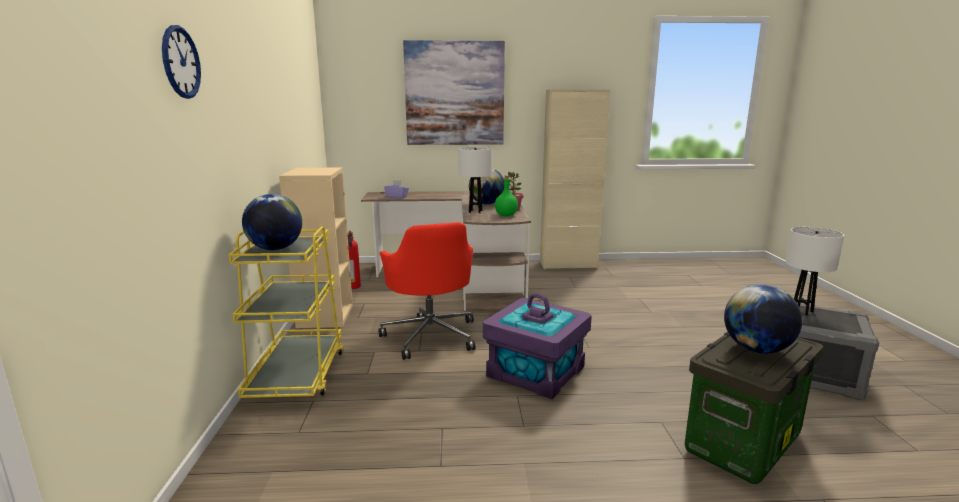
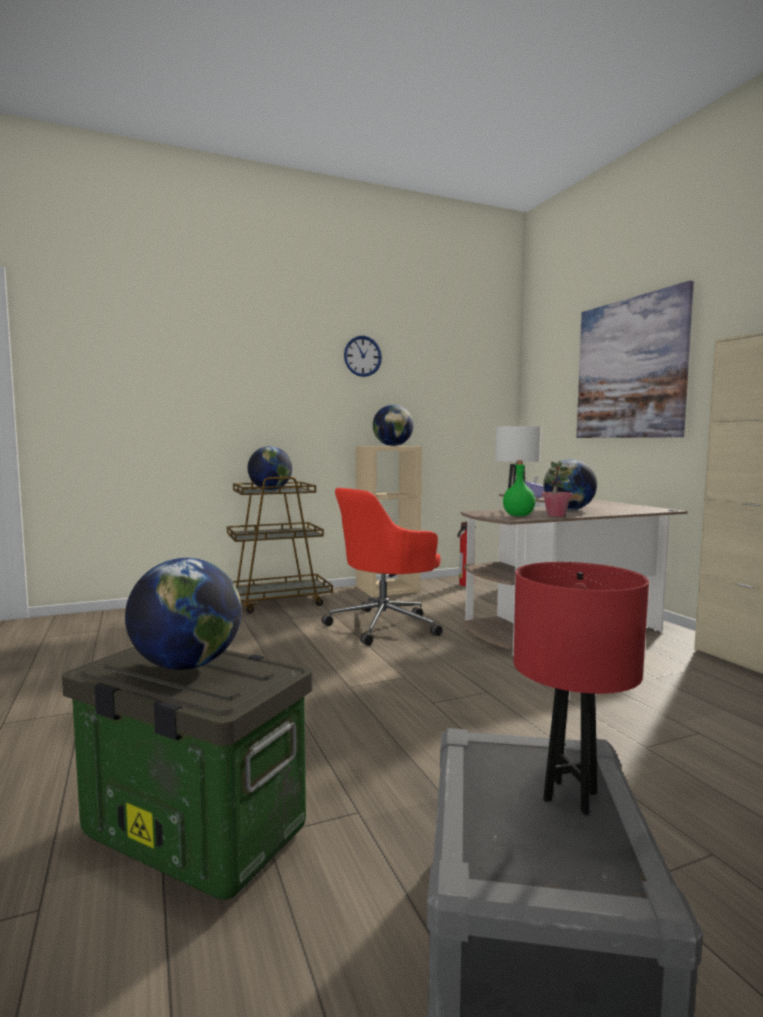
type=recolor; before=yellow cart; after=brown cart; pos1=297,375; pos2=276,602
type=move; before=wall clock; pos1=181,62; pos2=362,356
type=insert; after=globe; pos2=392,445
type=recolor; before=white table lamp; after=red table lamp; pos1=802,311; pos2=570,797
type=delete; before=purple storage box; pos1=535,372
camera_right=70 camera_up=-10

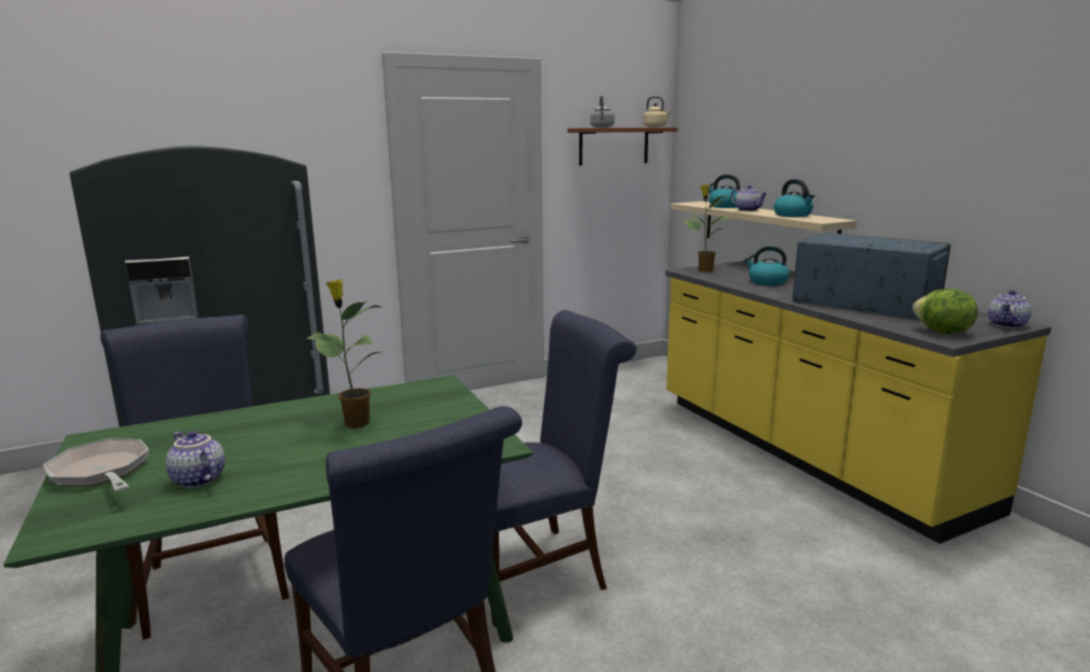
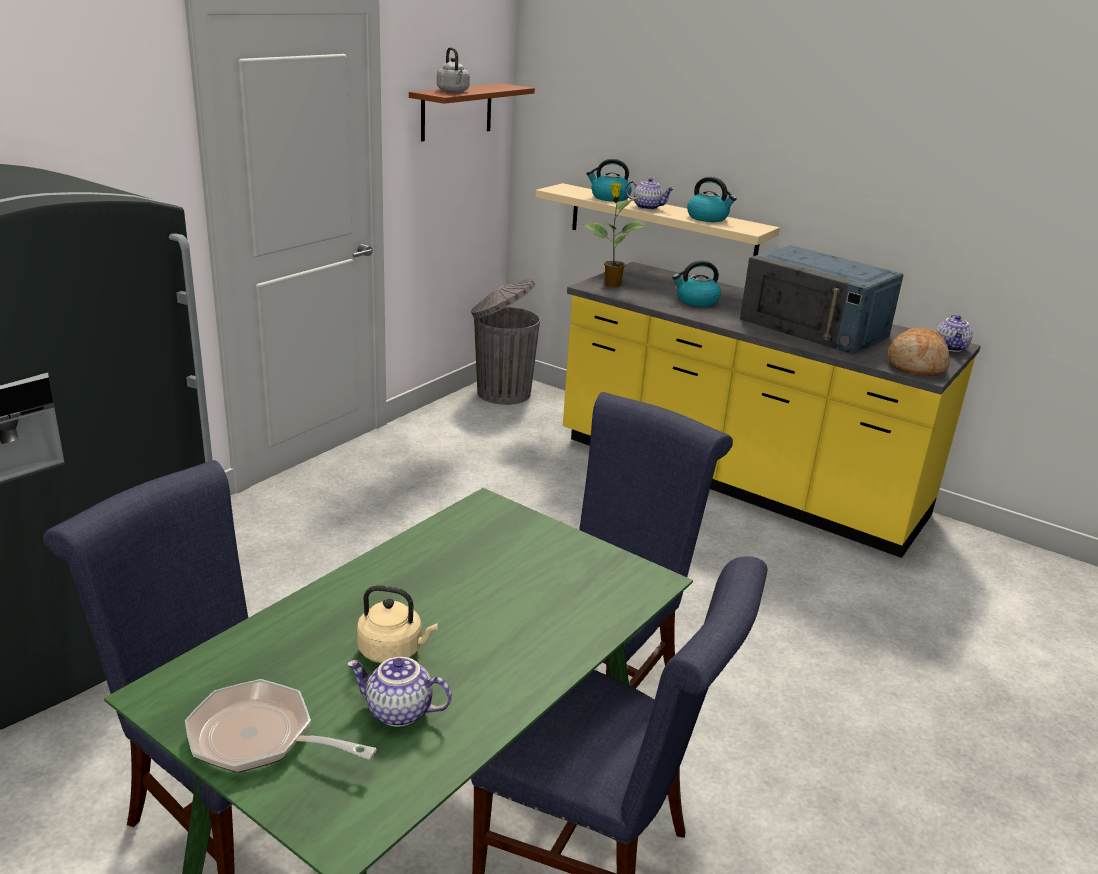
type=move; before=beige kettle; pos1=656,127; pos2=393,651
type=insert; after=grey trash can; pos2=501,393
type=rotate; before=blue microwave; pos1=864,303; pos2=815,327; turn=-150
type=replace; before=lettuce; after=bread; pos1=942,332; pos2=915,365
type=delete; before=potted plant; pos1=355,423
camera_right=-30 camera_up=10

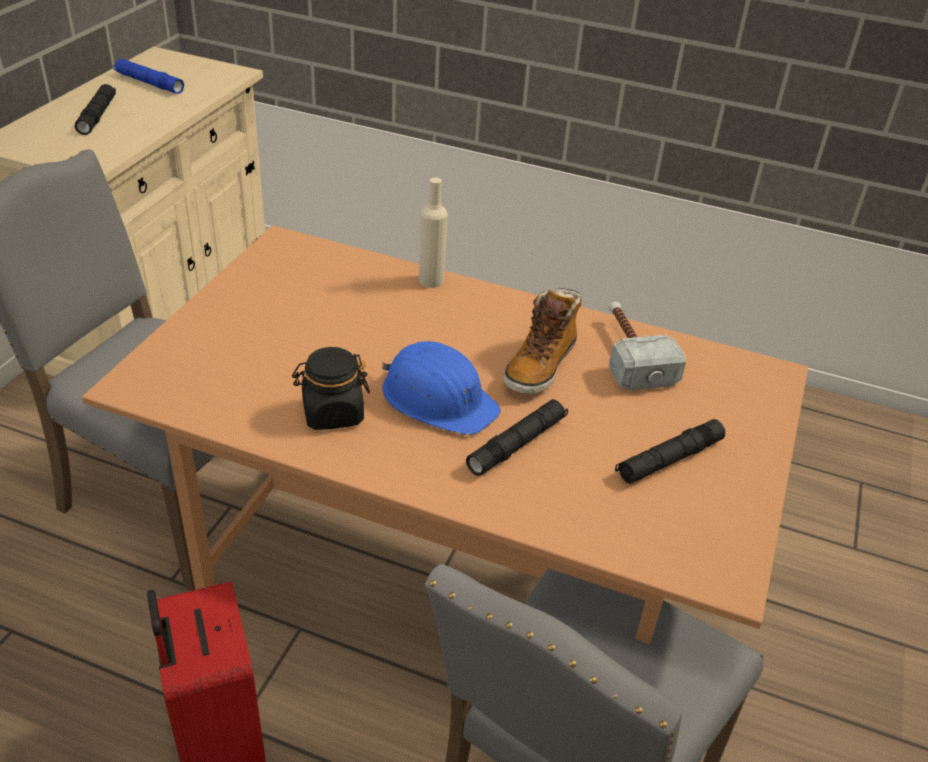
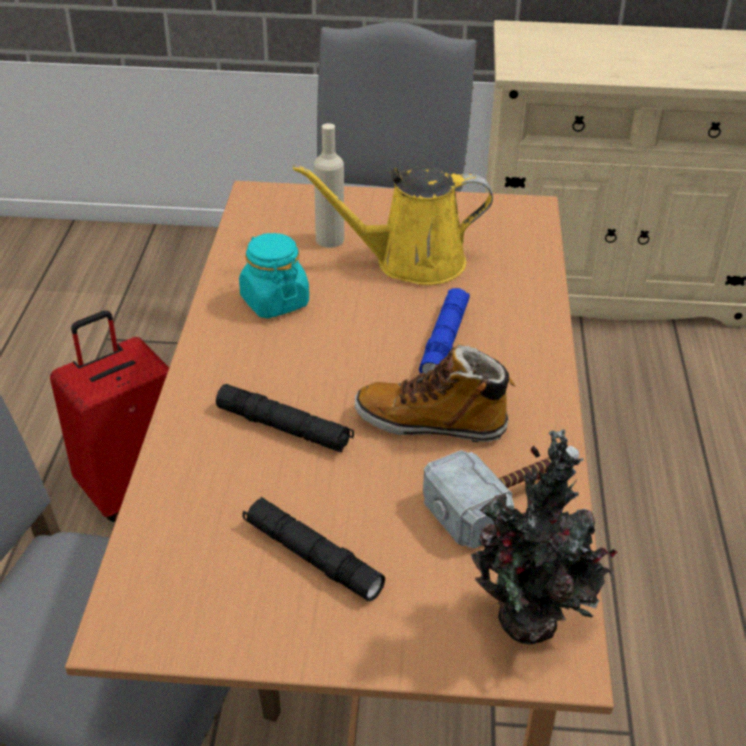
type=recolor; before=black jar; after=turquoise jar; pos1=332,413; pos2=274,301
type=insert; after=yellow watering can; pos2=411,262
type=move; before=beige bottle; pos1=431,280; pos2=329,240
type=move; before=blue flashlight; pos1=149,83; pos2=444,341
type=insert; after=potted plant; pos2=529,627
type=delete; before=black flashlight; pos1=97,116
type=delete; before=blue hard hat; pos1=438,398
camera_right=75 camera_up=0

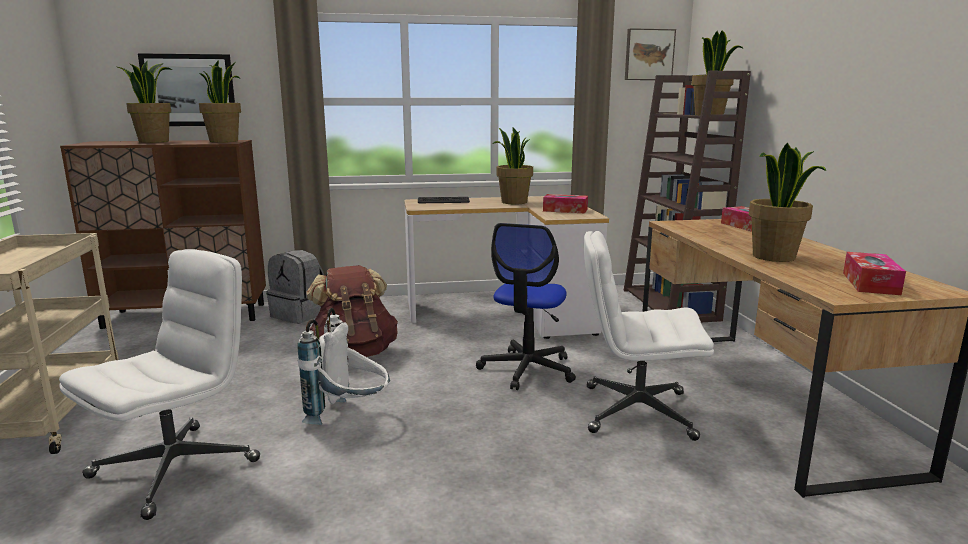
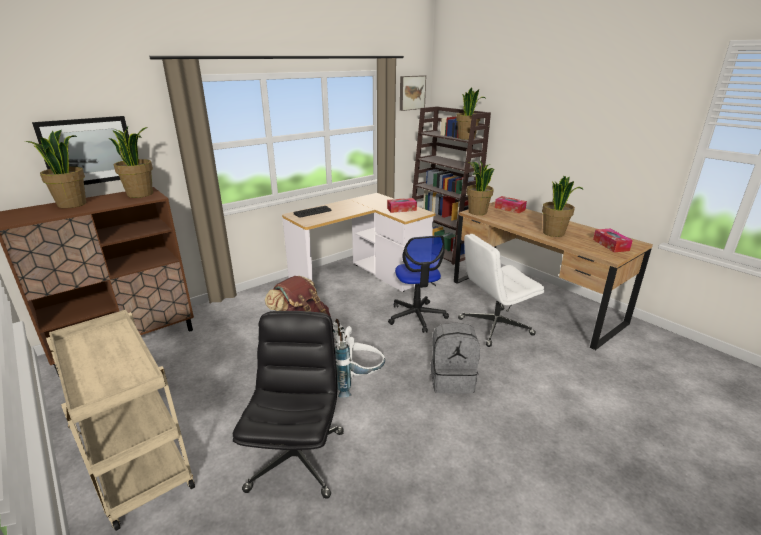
type=recolor; before=white office chair; after=black office chair; pos1=176,468; pos2=297,459
type=move; before=grey backpack; pos1=300,315; pos2=452,380
type=move; before=potted plant; pos1=513,202; pos2=477,212
camera_right=-30 camera_up=10

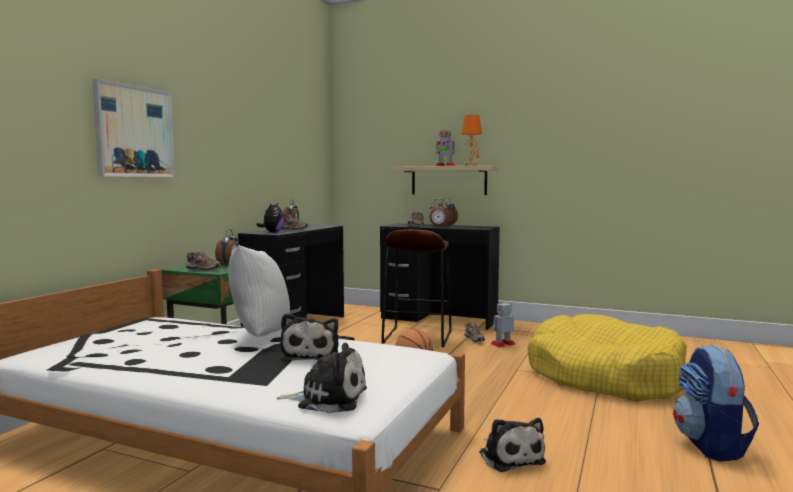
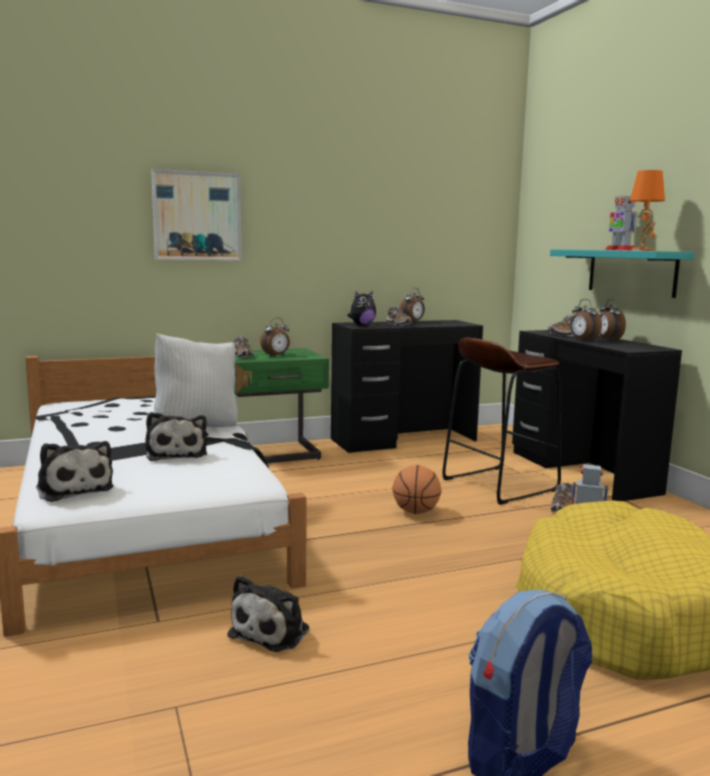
type=rotate; before=plush toy; pos1=311,354; pos2=176,453; turn=-60
type=recolor; before=beige shelf; after=turquoise shelf; pos1=448,180; pos2=631,272
camera_right=45 camera_up=5

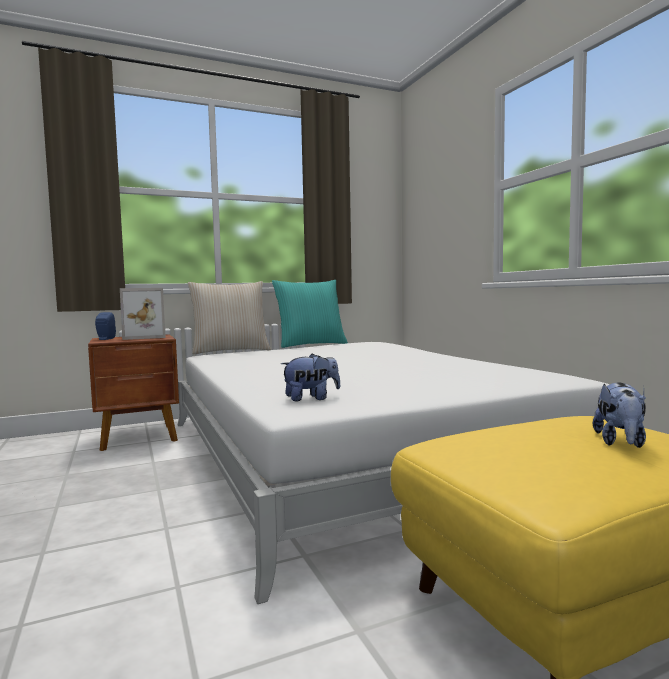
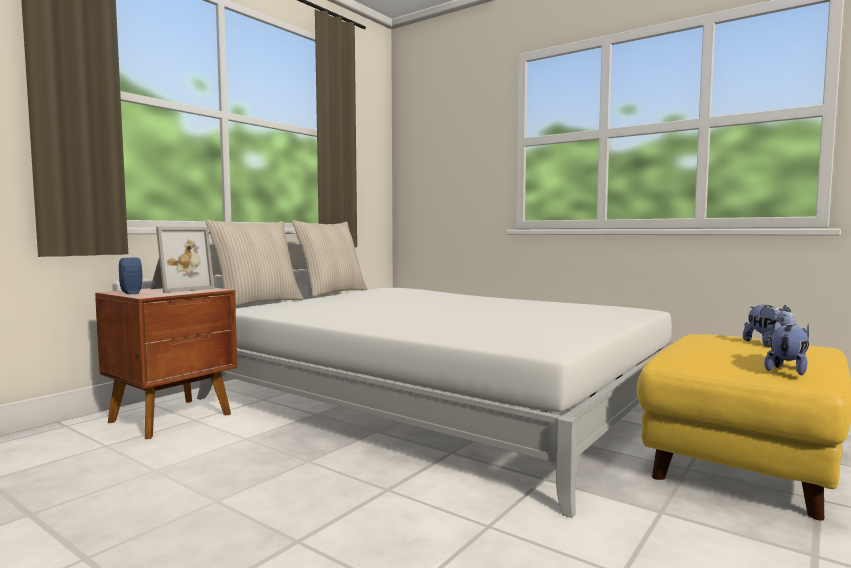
type=recolor; before=turquoise pillow; after=beige pillow; pos1=310,345; pos2=331,293
type=move; before=plush toy; pos1=311,398; pos2=788,370
camera_right=-30 camera_up=0

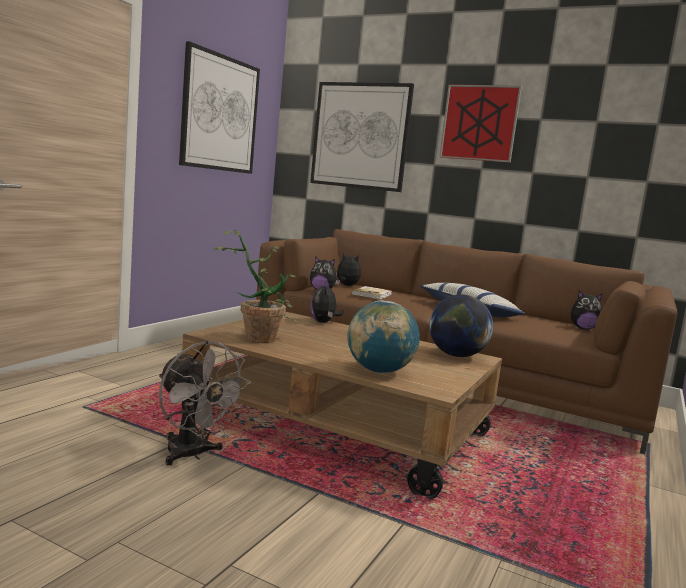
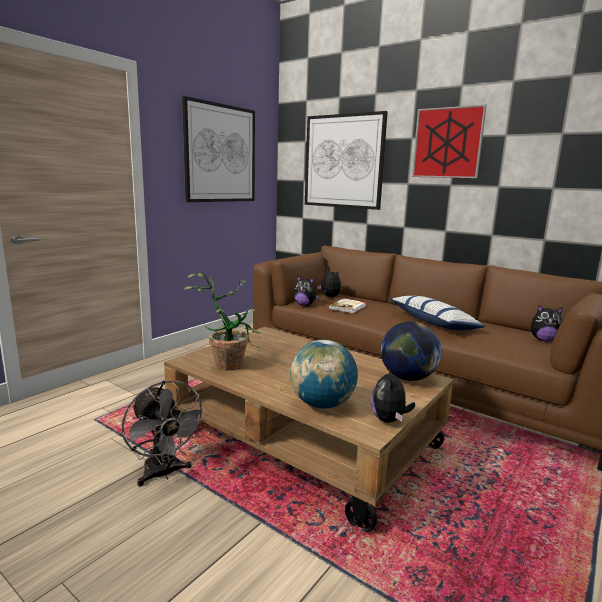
type=move; before=plush toy; pos1=324,322; pos2=389,420
camera_right=10 camera_up=5

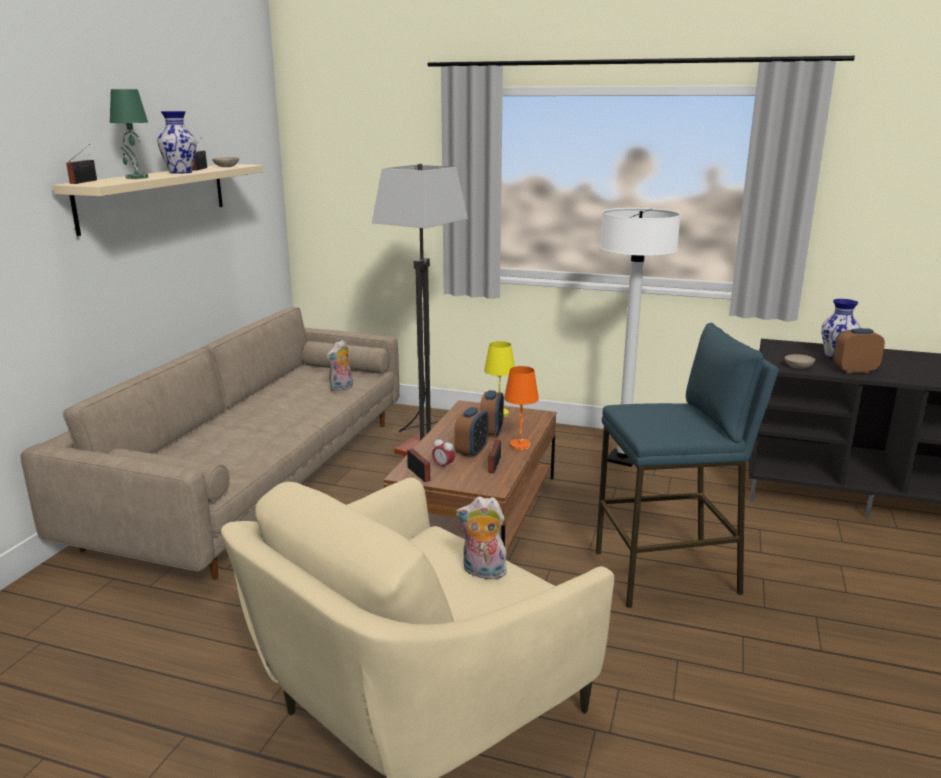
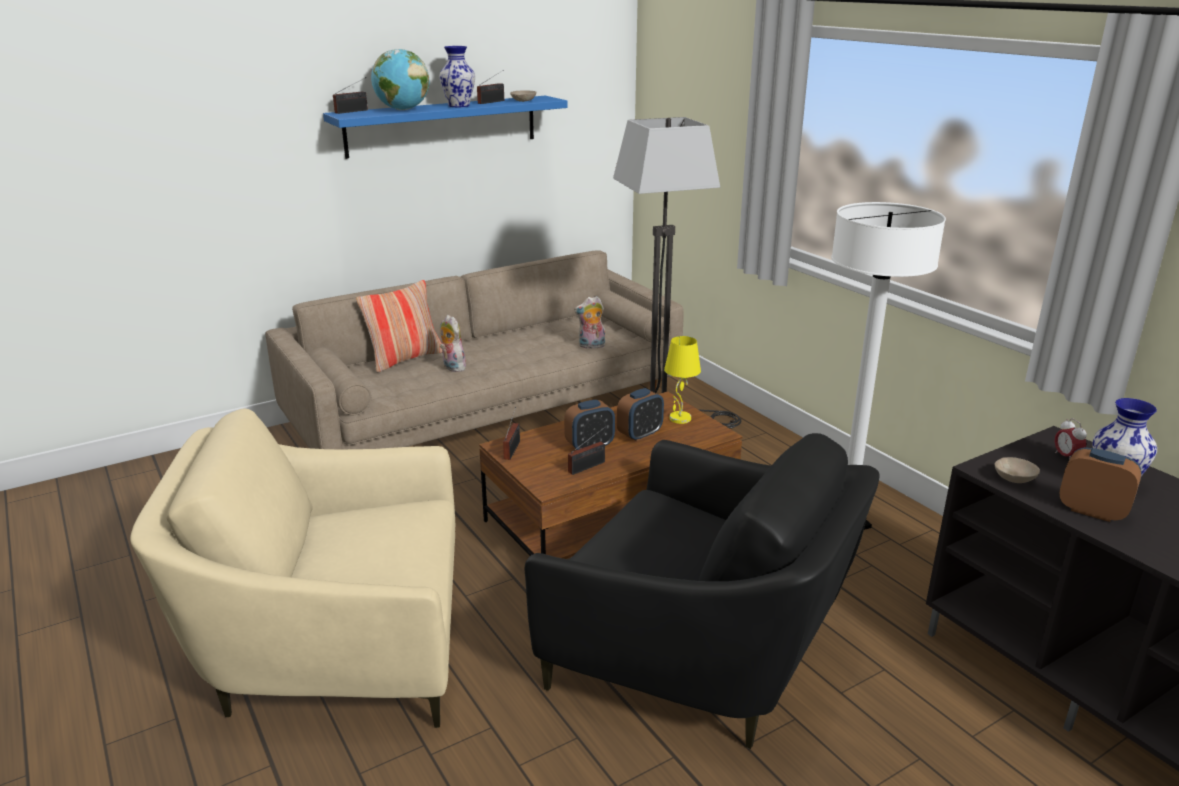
type=recolor; before=beige shelf; after=blue shelf; pos1=154,196; pos2=442,126
type=insert; after=pillow; pos2=404,359
type=replace; before=green table lamp; after=globe; pos1=136,177; pos2=402,110
type=move; before=plush toy; pos1=482,573; pos2=452,367
type=replace; before=blue stool; after=black armchair; pos1=667,573; pos2=699,658
type=move; before=alarm clock; pos1=443,466; pos2=1066,457
type=delete; before=orange table lamp; pos1=519,445
camera_right=40 camera_up=5

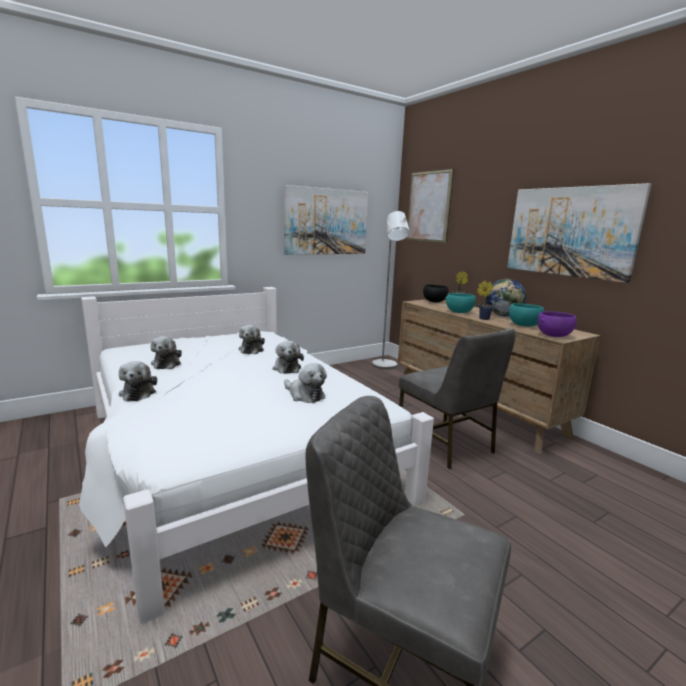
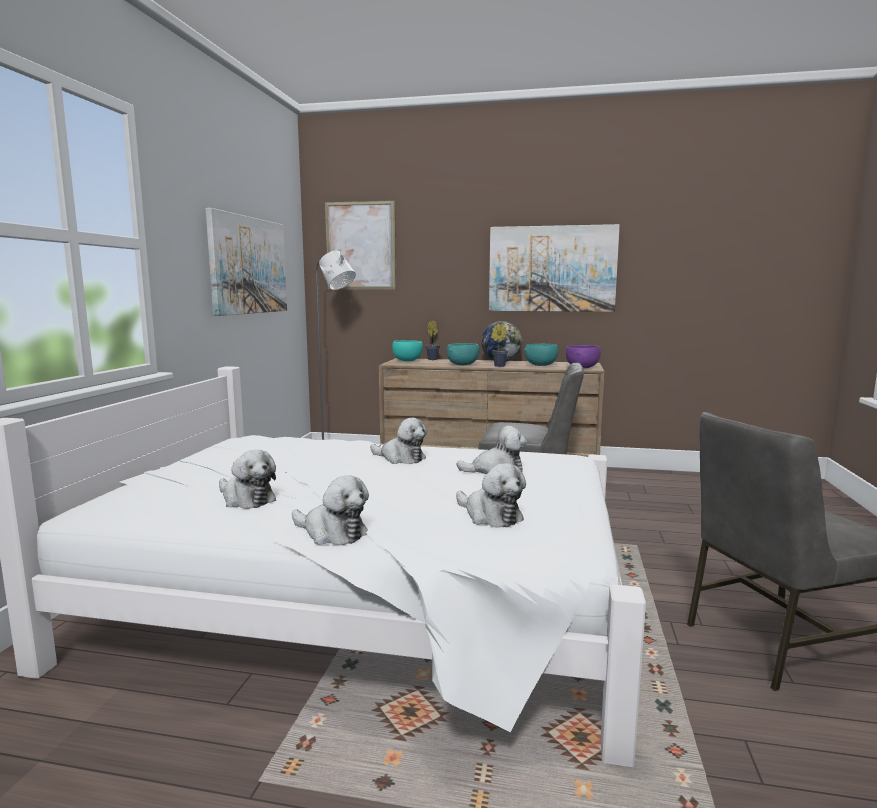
type=recolor; before=black bowl; after=turquoise bowl; pos1=434,301; pos2=407,361
type=move; before=plush toy; pos1=252,349; pos2=490,516
camera_right=-45 camera_up=-5

